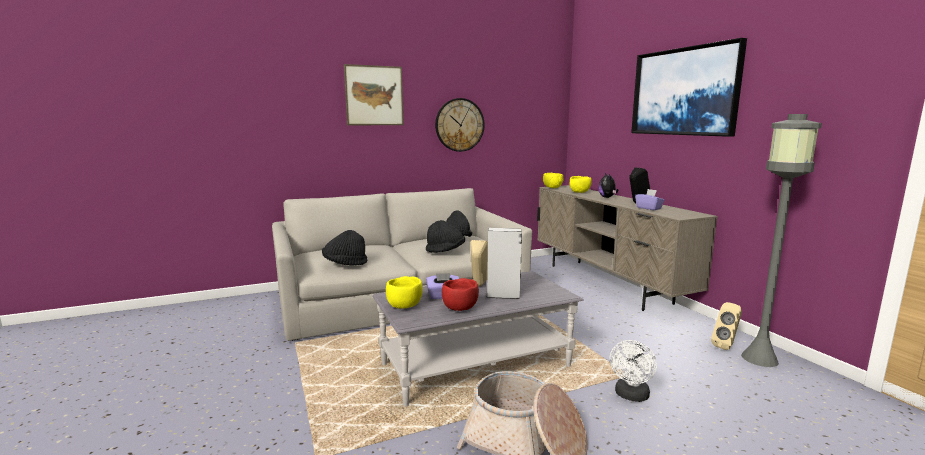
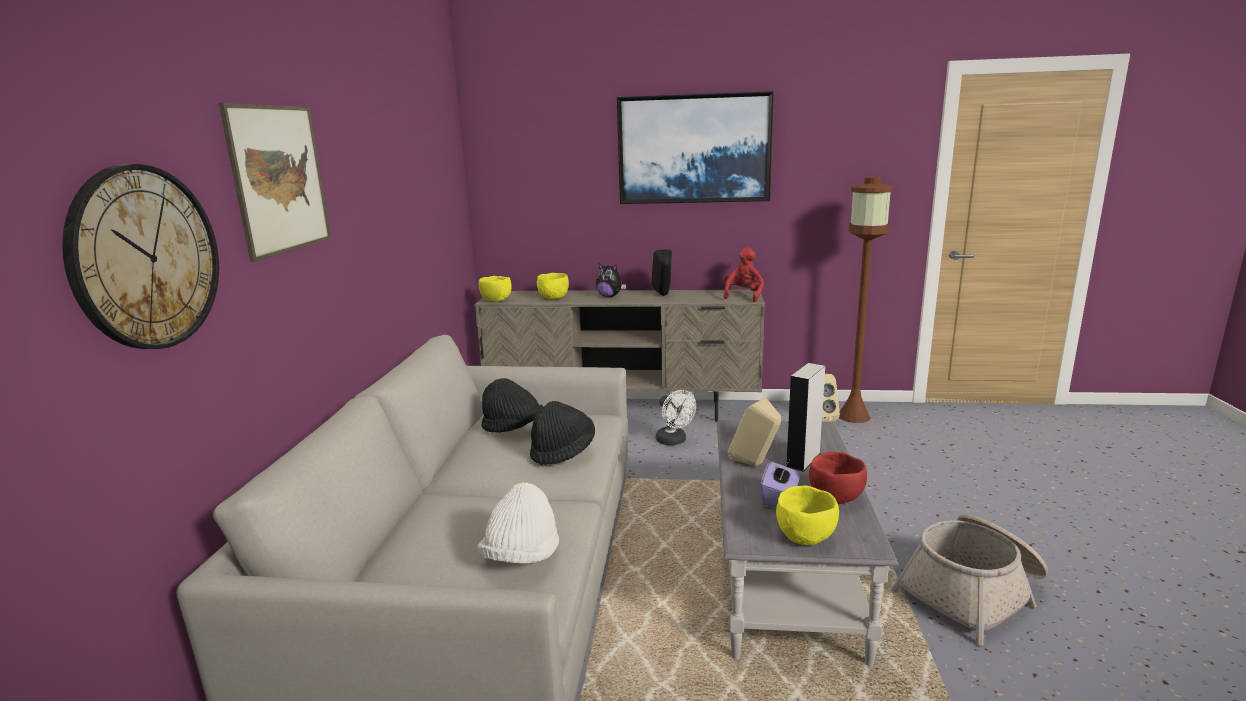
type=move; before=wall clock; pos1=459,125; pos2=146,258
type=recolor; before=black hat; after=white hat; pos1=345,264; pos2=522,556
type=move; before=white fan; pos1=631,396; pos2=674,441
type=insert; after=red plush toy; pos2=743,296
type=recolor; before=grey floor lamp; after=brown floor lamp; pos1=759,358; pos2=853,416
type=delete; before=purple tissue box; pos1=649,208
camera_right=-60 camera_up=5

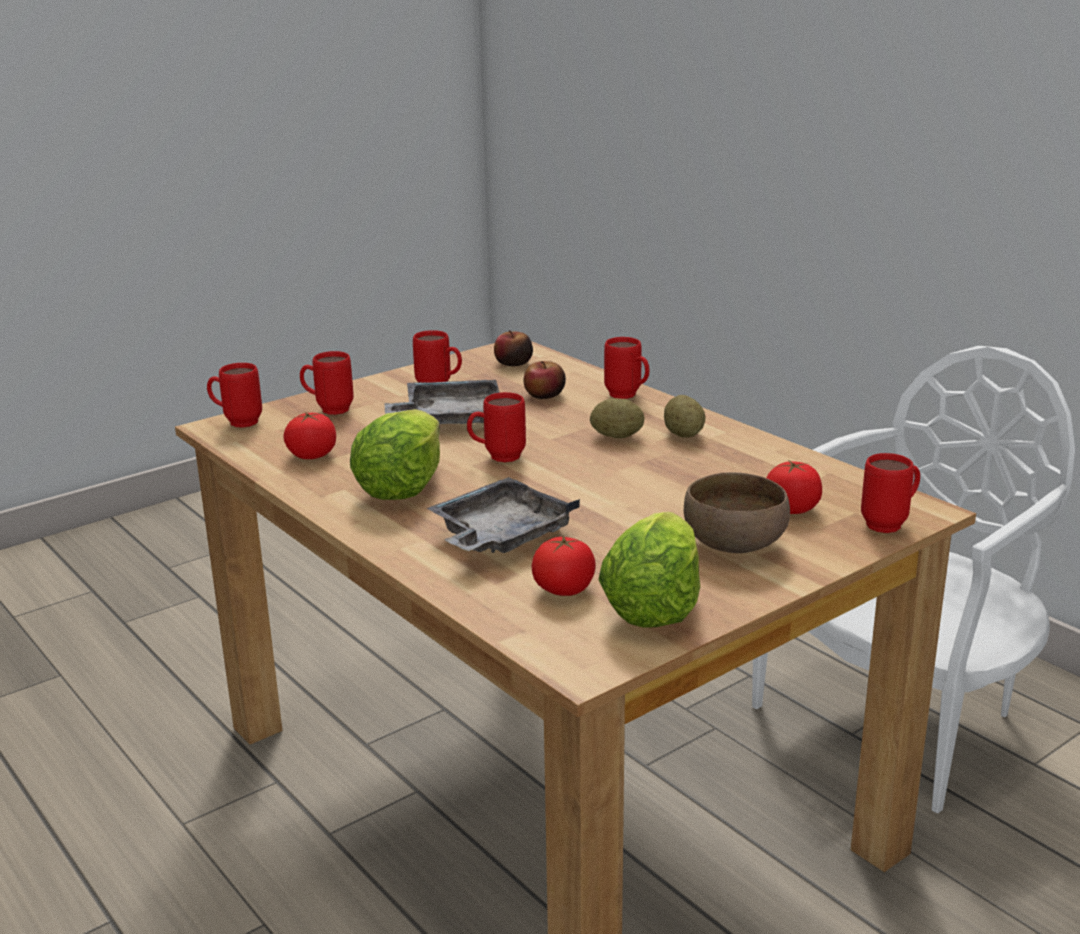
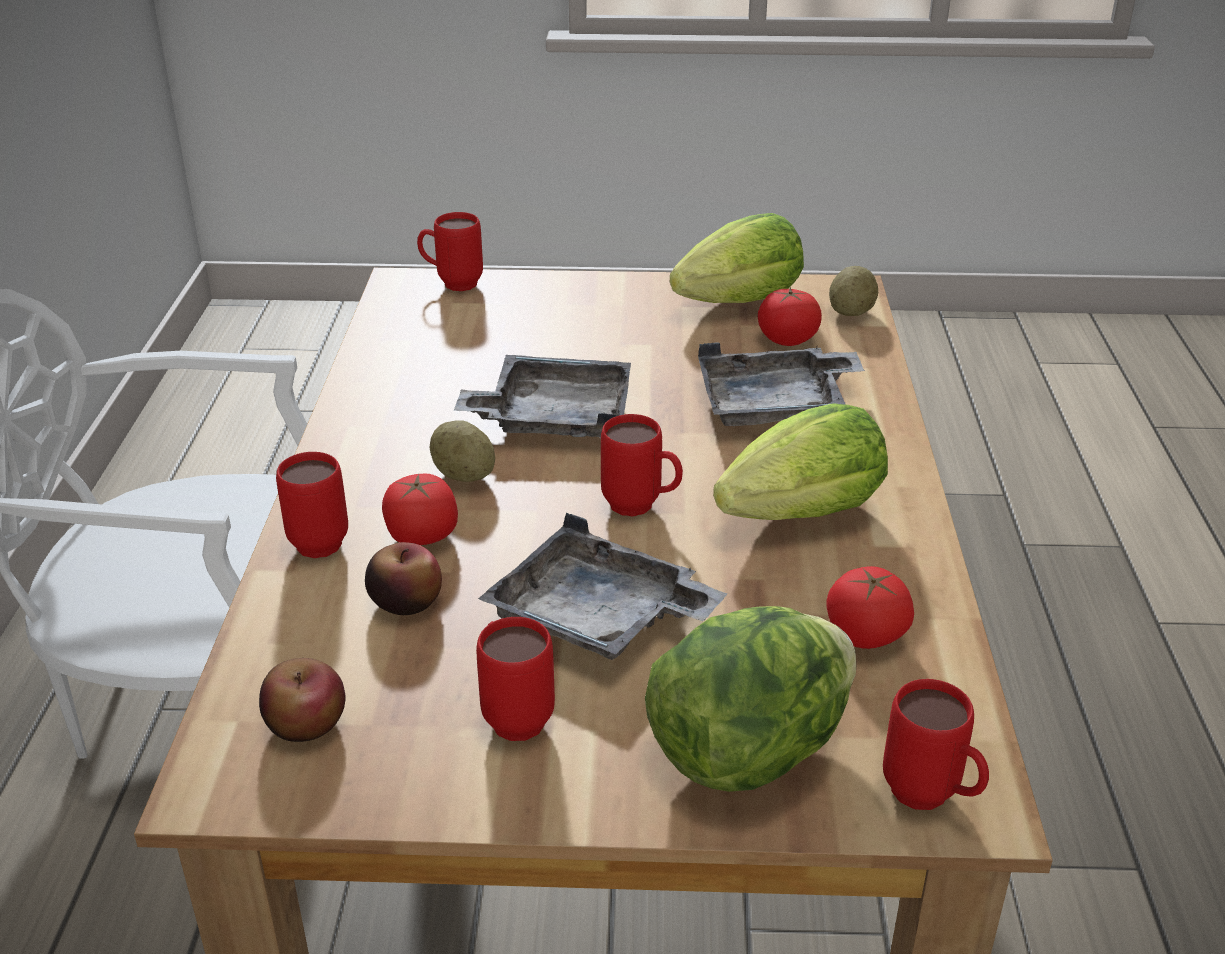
type=move; before=tomato; pos1=792,508; pos2=422,536
type=insert; after=grey tray; pos2=553,417
type=replace; before=red mug; after=lettuce; pos1=328,410; pos2=749,751
type=move; before=potato; pos1=683,434; pos2=851,312
type=delete; before=brown bowl; pos1=735,543
camera_right=-140 camera_up=10

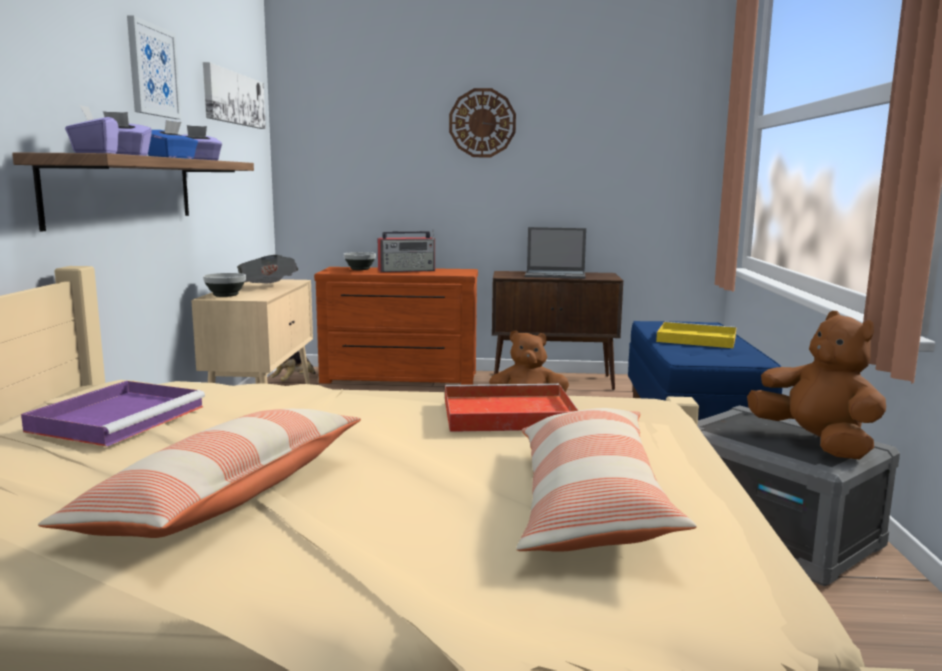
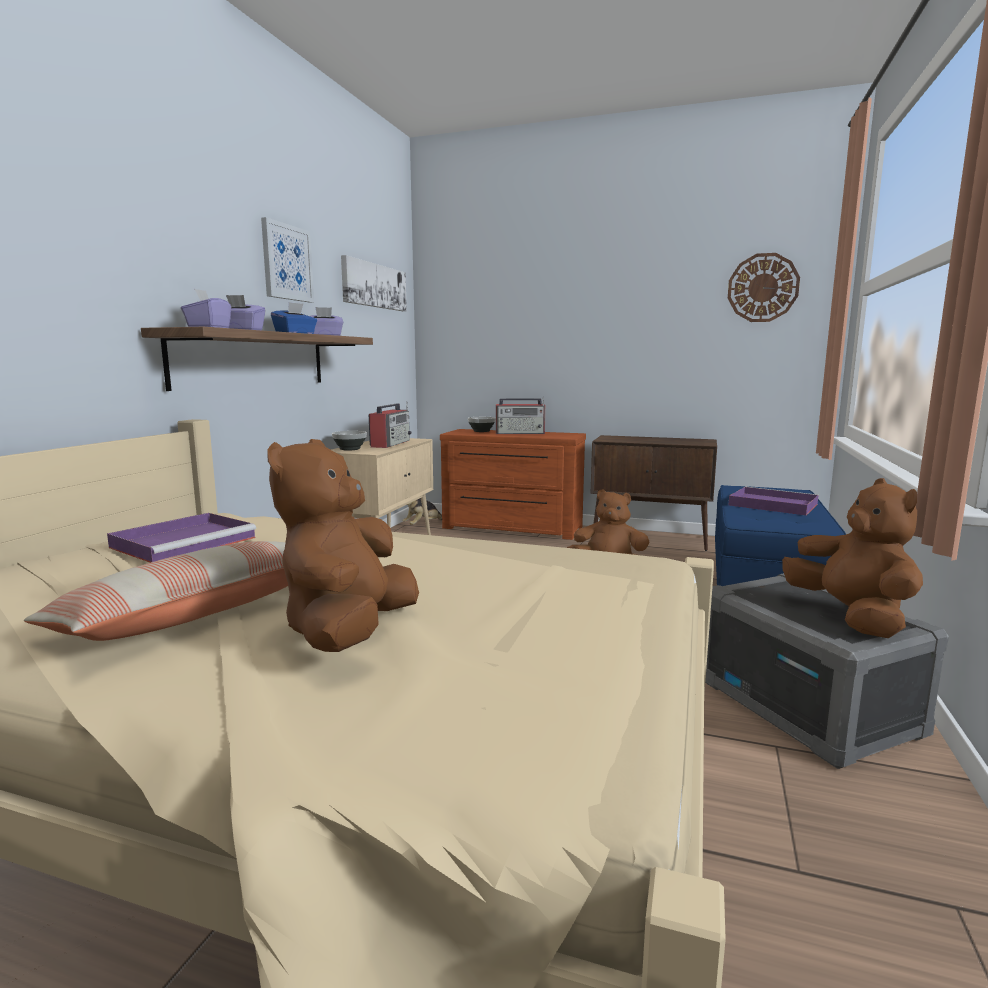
type=insert; after=brown plush toy; pos2=349,632
type=replace; before=newspaper; after=radio; pos1=268,287; pos2=390,444
type=move; before=wall clock; pos1=482,123; pos2=763,288
type=recolor; before=yellow tray; after=purple tray; pos1=694,339; pos2=771,504
type=delete; before=red tray; pos1=505,414
type=delete; before=pillow; pos1=588,502
type=delete; before=laptop; pos1=556,275
camera_right=15 camera_up=0

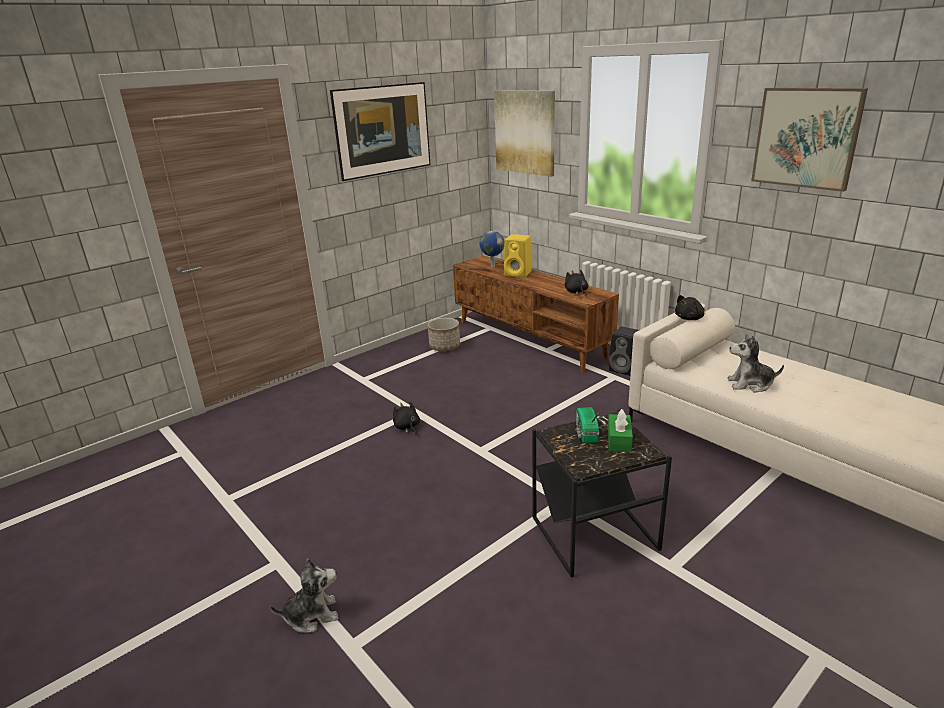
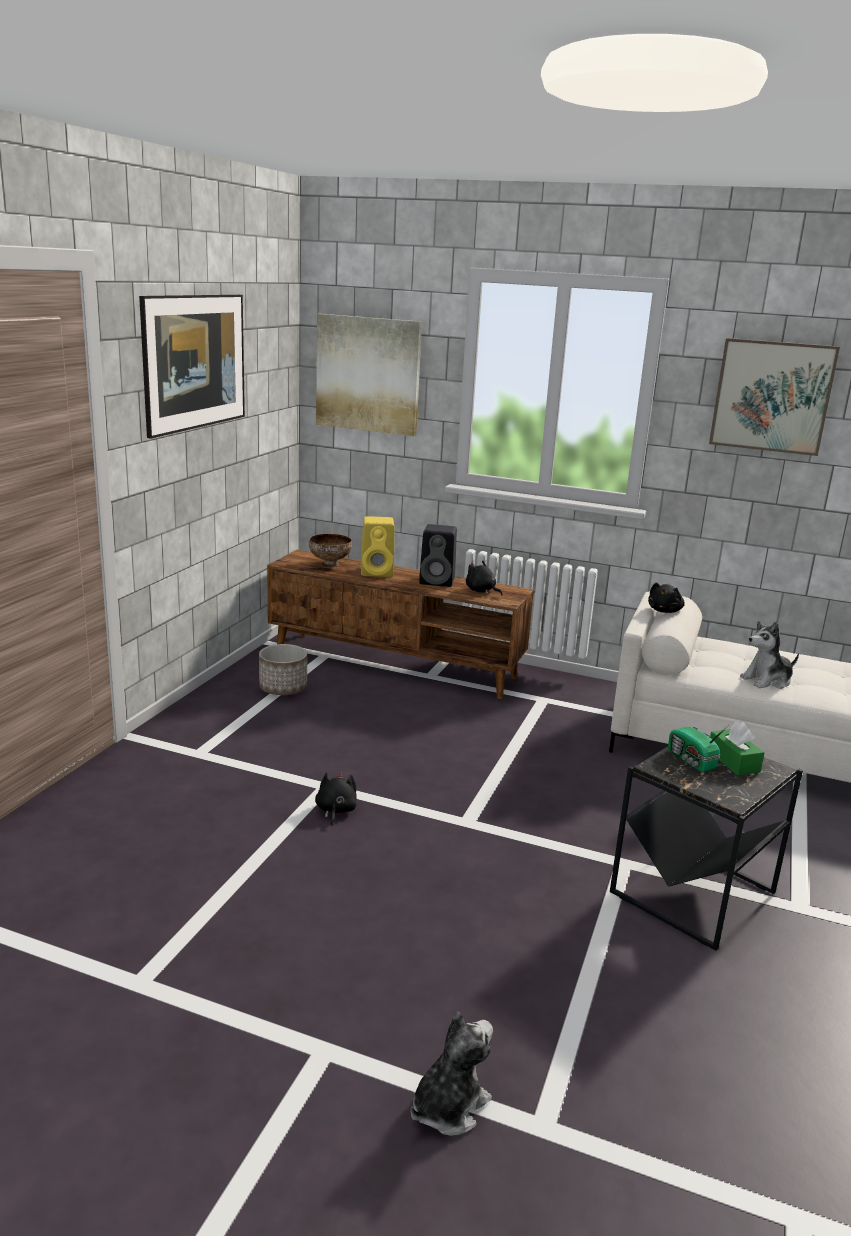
type=replace; before=globe; after=bowl; pos1=492,266; pos2=329,564
type=rotate; before=black plush toy; pos1=407,427; pos2=335,810; turn=60
type=move; before=black speaker; pos1=625,369; pos2=438,581
camera_right=-30 camera_up=-5

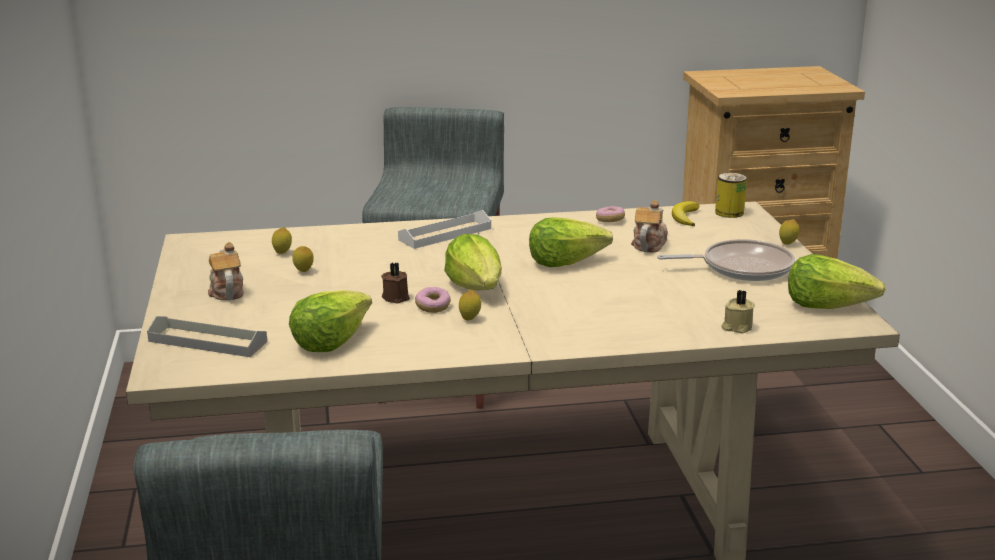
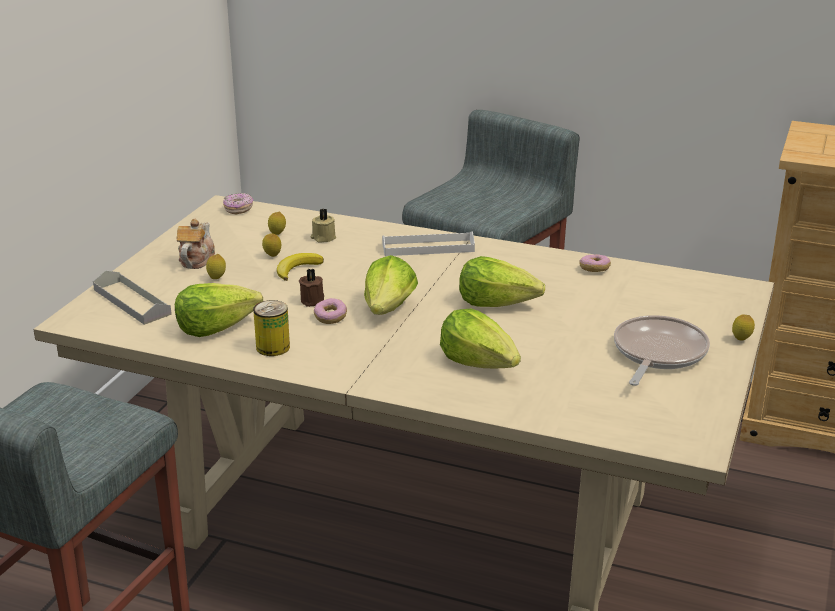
type=move; before=lemon; pos1=470,319; pos2=217,279
type=insert; after=donut; pos2=238,210
type=move; before=can; pos1=729,212; pos2=273,347
type=move; before=banana; pos1=685,217; pos2=297,269
type=move; before=beige candle; pos1=736,327; pos2=323,238
type=move; before=lettuce; pos1=828,305; pos2=479,363
type=rotate; before=frying pan; pos1=741,268; pos2=657,353; turn=-90
type=delete; before=teapot; pos1=648,244
camera_right=30 camera_up=5

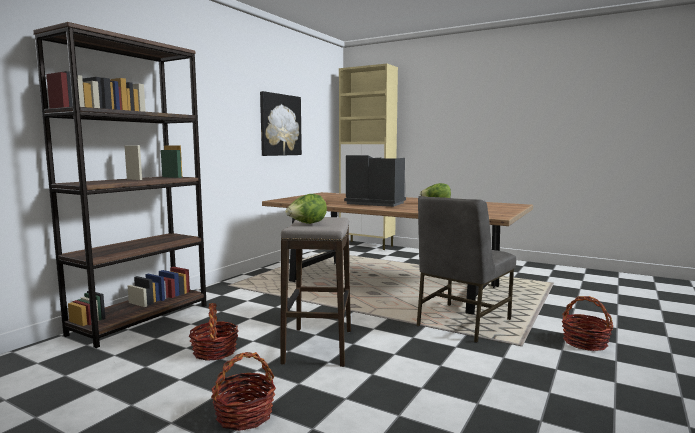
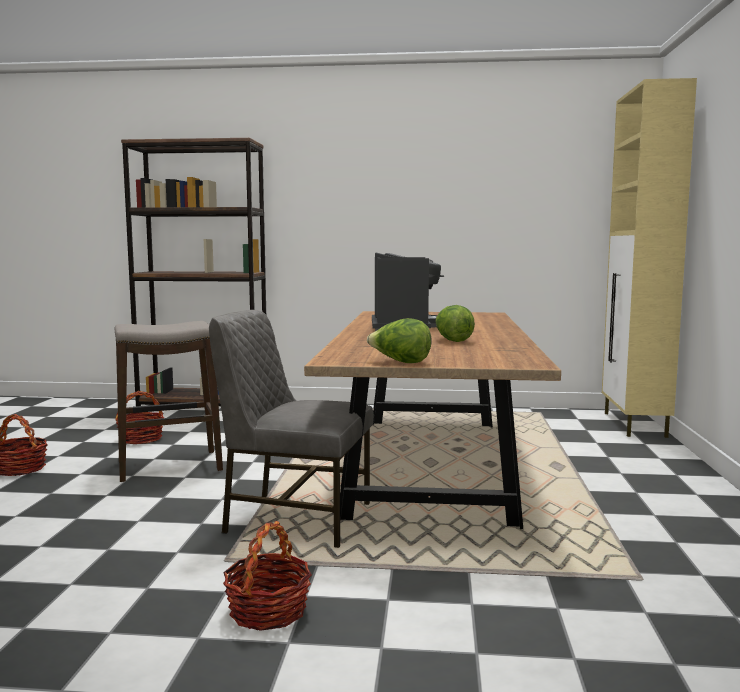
type=move; before=lettuce; pos1=306,224; pos2=400,362
type=delete; before=picture; pos1=280,125
camera_right=65 camera_up=0

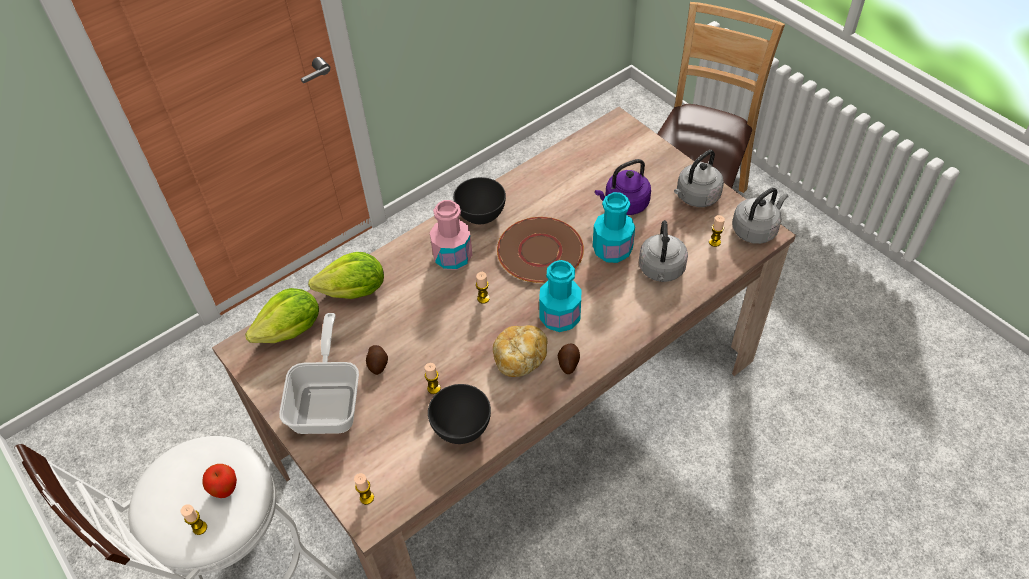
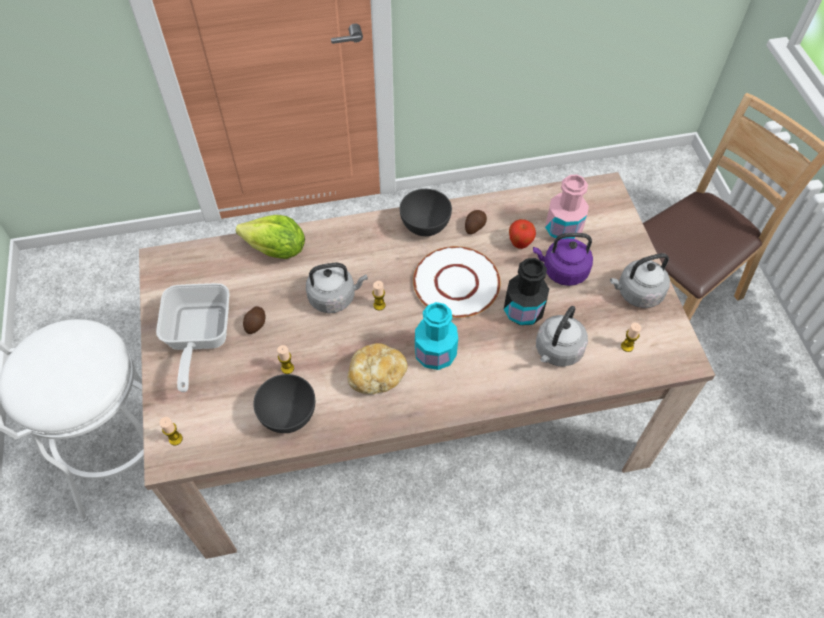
type=rotate; before=frying pan; pos1=329,400; pos2=198,338; turn=150
type=move; before=grey kettle; pos1=756,229; pos2=334,297
type=recolor; before=brown plate; after=white plate; pos1=539,251; pos2=456,283
type=move; before=potato; pos1=568,363; pos2=474,226
type=recolor; before=turquoise bottle; after=black bottle; pos1=612,250; pos2=523,310
type=move; before=apple; pos1=225,490; pos2=520,244
type=move; before=pink bottle; pos1=453,257; pos2=563,229
type=delete; before=candle; pos1=200,528
type=delete; before=lettuce; pos1=291,331
camera_right=25 camera_up=5

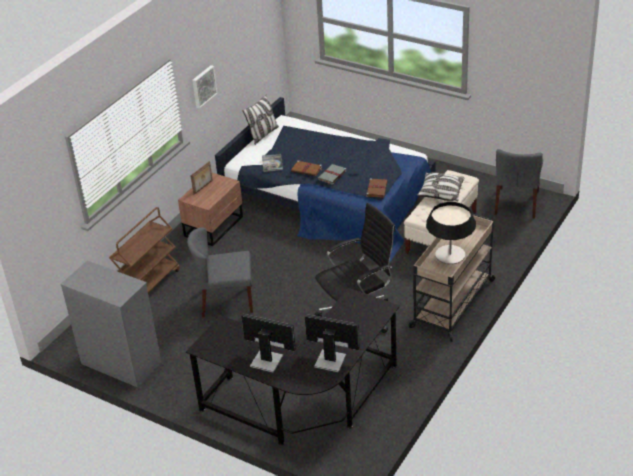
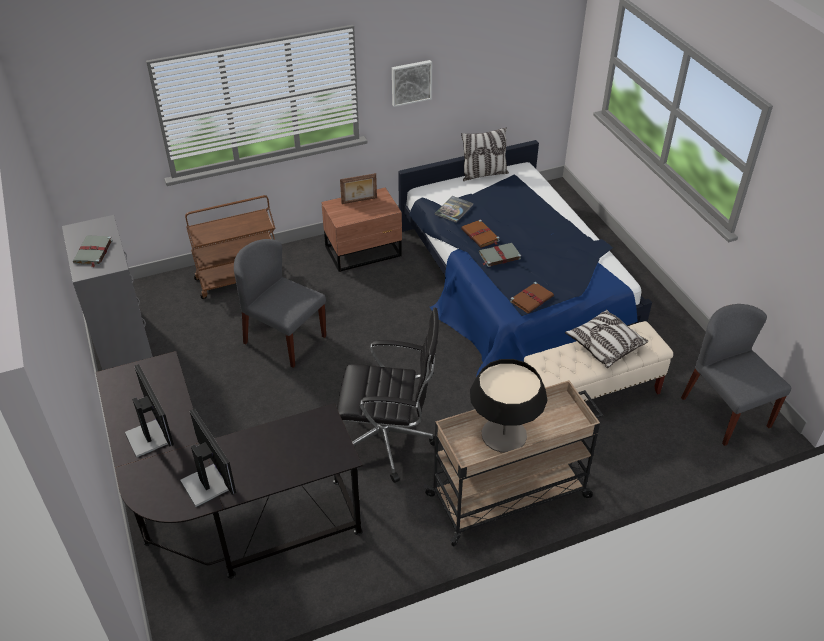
type=insert; after=grey book; pos2=93,252
type=rotate; before=grey chair; pos1=517,203; pos2=725,411; turn=105
camera_right=35 camera_up=5

